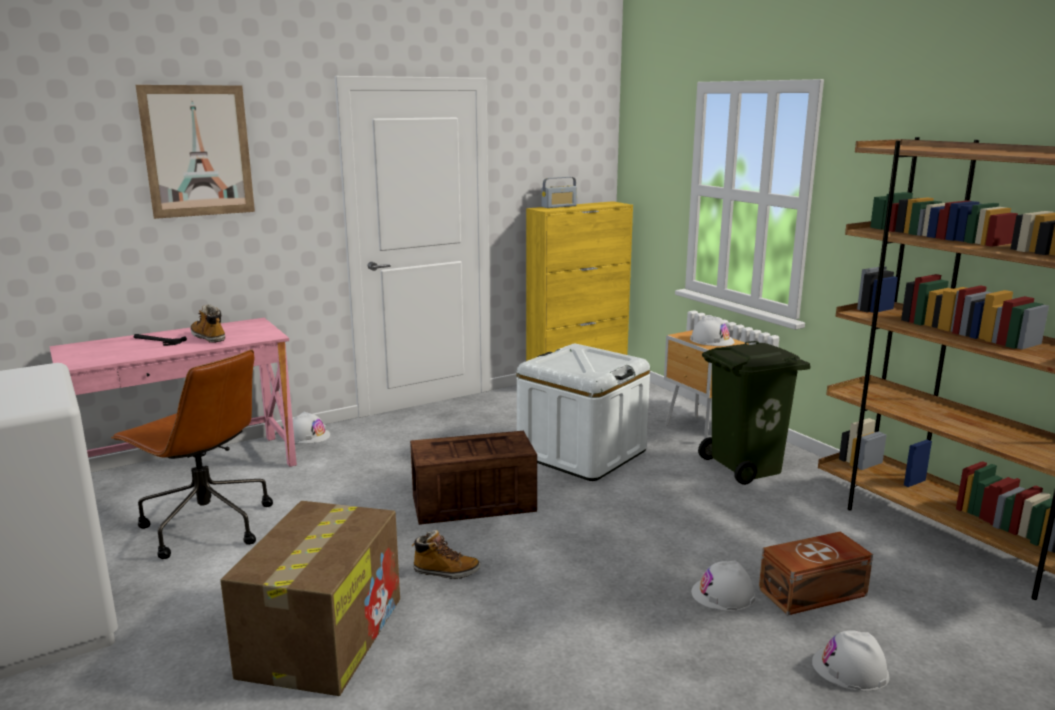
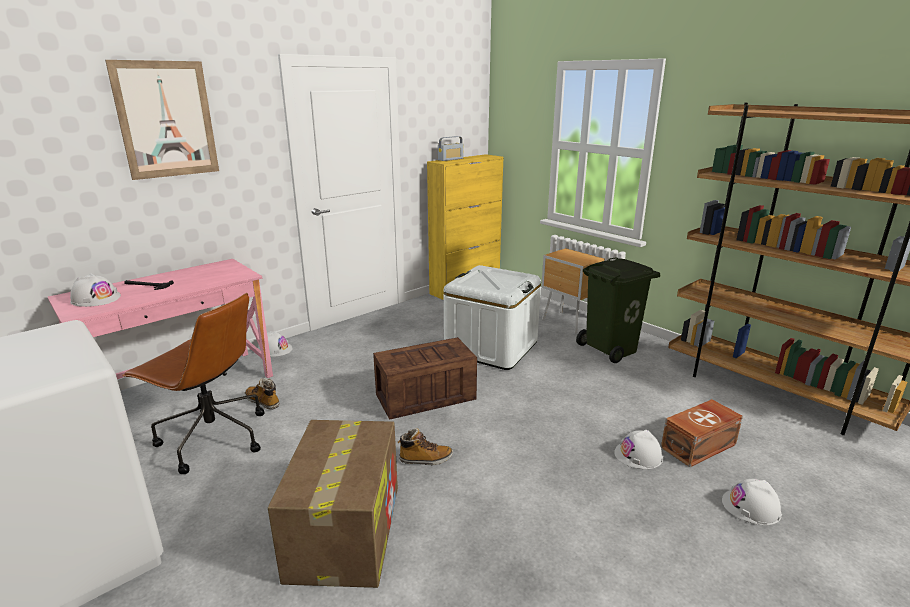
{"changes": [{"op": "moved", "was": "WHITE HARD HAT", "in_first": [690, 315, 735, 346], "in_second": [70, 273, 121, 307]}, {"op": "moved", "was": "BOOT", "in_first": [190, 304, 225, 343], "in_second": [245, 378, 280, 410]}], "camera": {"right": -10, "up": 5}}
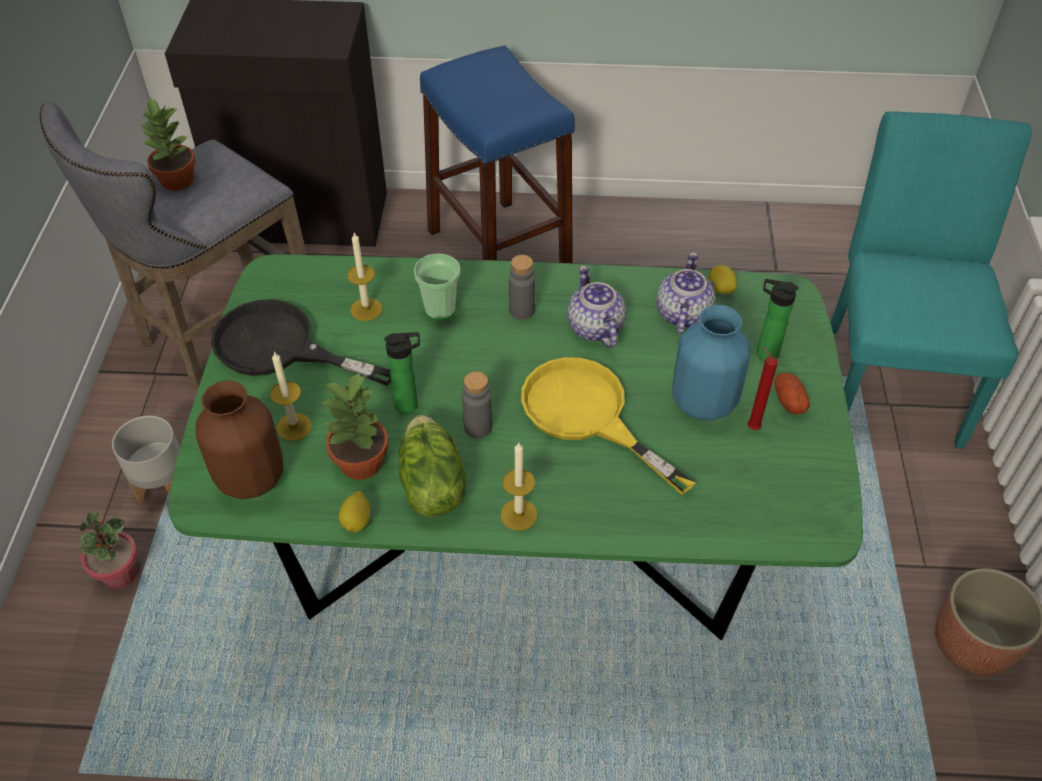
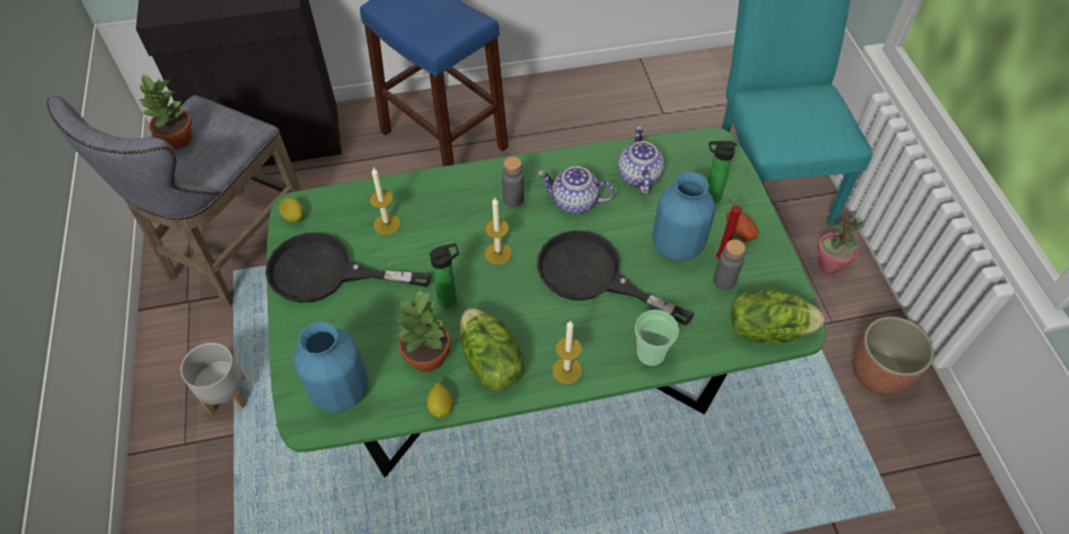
{"changes": [{"op": "moved", "was": "LEMON", "in_first": [708, 265, 737, 294], "in_second": [279, 198, 304, 222]}, {"op": "recoloured", "was": "BROWN VASE", "now": "BLUE VASE", "in_first": [196, 380, 283, 499], "in_second": [293, 321, 368, 412]}, {"op": "moved", "was": "CANDLE", "in_first": [270, 351, 312, 441], "in_second": [485, 198, 512, 265]}, {"op": "recoloured", "was": "YELLOW FRYING PAN", "now": "BLACK FRYING PAN", "in_first": [521, 357, 696, 495], "in_second": [537, 230, 694, 325]}, {"op": "turned", "was": "TEAPOT", "in_first": [567, 266, 626, 348], "in_second": [538, 166, 615, 214], "clockwise": -45}, {"op": "moved", "was": "CUP", "in_first": [414, 253, 461, 320], "in_second": [635, 310, 679, 367]}, {"op": "moved", "was": "GREY BOTTLE", "in_first": [462, 371, 492, 438], "in_second": [713, 239, 746, 291]}, {"op": "added", "now": "LETTUCE", "in_second": [731, 290, 824, 343]}, {"op": "moved", "was": "POTTED PLANT", "in_first": [78, 511, 138, 589], "in_second": [818, 215, 865, 274]}], "camera": {"right": -15, "up": 5}}
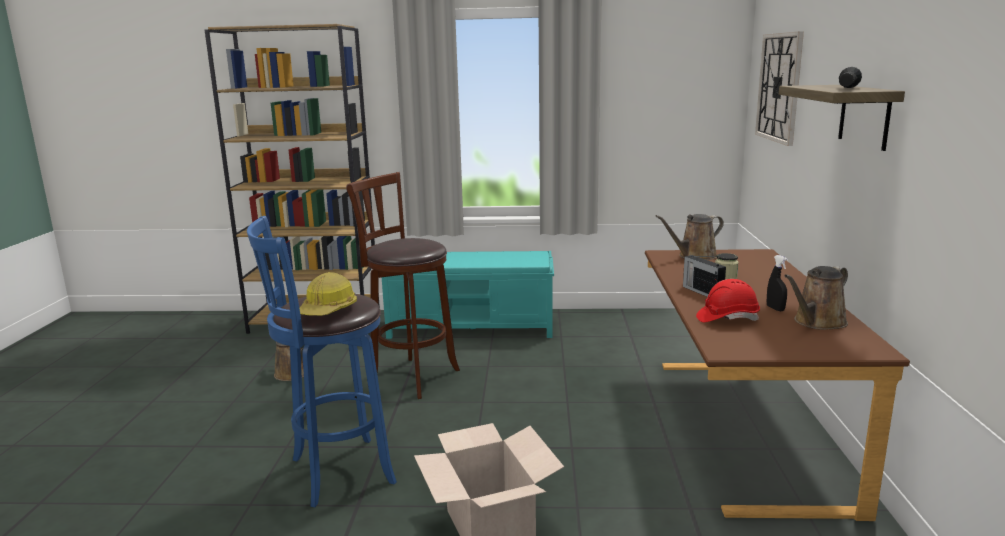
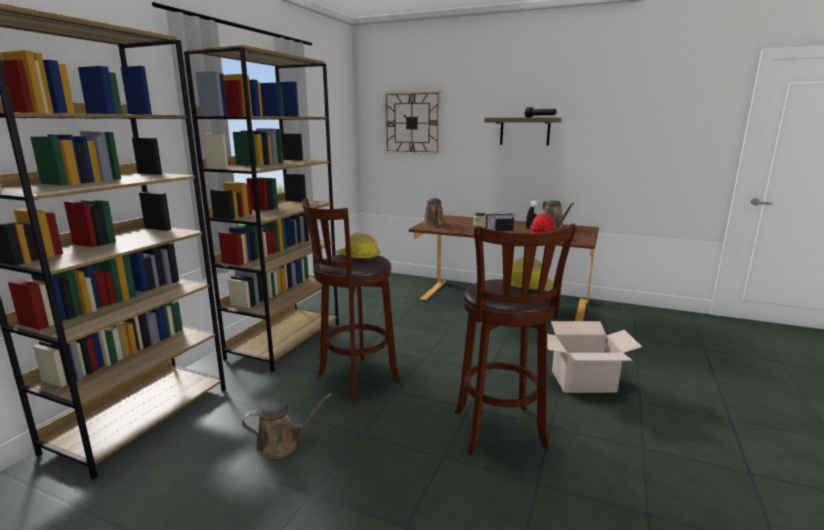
{"changes": [{"op": "replaced", "was": "TURQUOISE BENCH", "now": "BROWN BOOKCASE", "in_first": [382, 251, 554, 339], "in_second": [184, 45, 339, 372]}, {"op": "added", "now": "HARD HAT", "in_second": [336, 233, 380, 261]}, {"op": "recoloured", "was": "BLUE STOOL", "now": "BROWN STOOL", "in_first": [247, 216, 397, 507], "in_second": [455, 223, 577, 455]}], "camera": {"right": -70, "up": 0}}
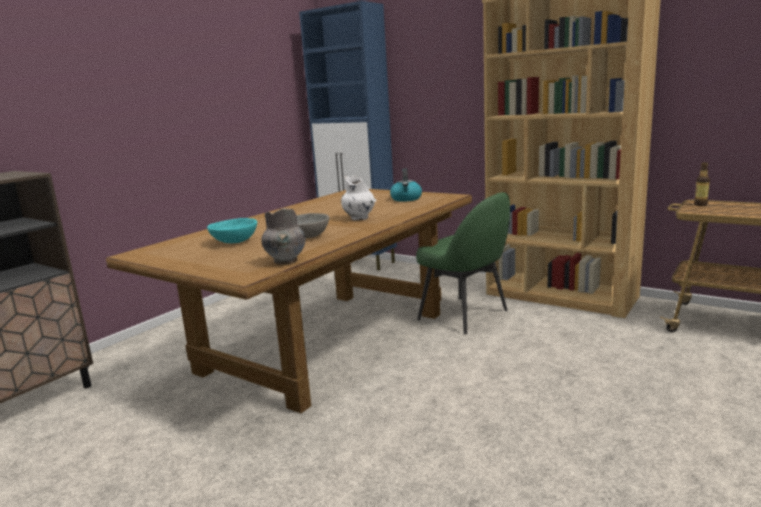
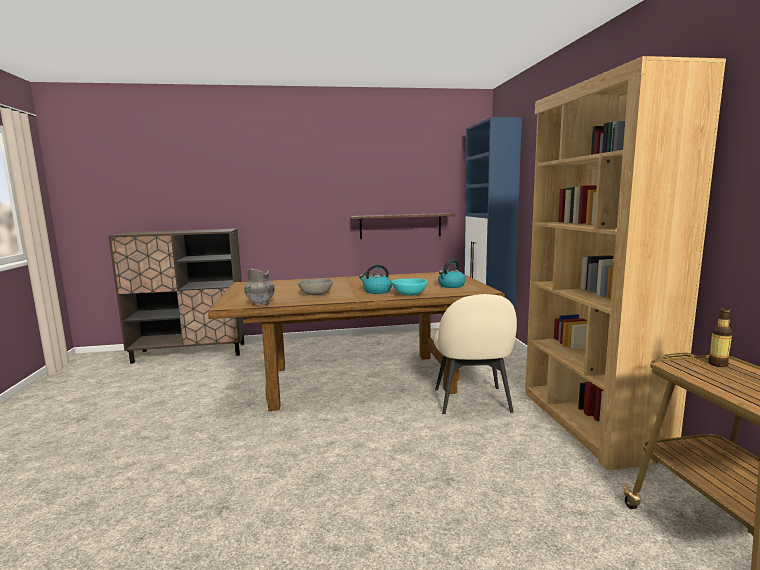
{"changes": [{"op": "added", "now": "SHELF", "in_second": [351, 213, 455, 239]}, {"op": "replaced", "was": "WHITE VASE", "now": "KETTLE", "in_first": [341, 175, 377, 220], "in_second": [359, 264, 392, 294]}, {"op": "moved", "was": "TURQUOISE BOWL", "in_first": [207, 218, 257, 243], "in_second": [392, 278, 428, 296]}, {"op": "recoloured", "was": "GREEN CHAIR", "now": "BEIGE CHAIR", "in_first": [416, 192, 510, 334], "in_second": [434, 294, 517, 414]}], "camera": {"right": 45, "up": -5}}
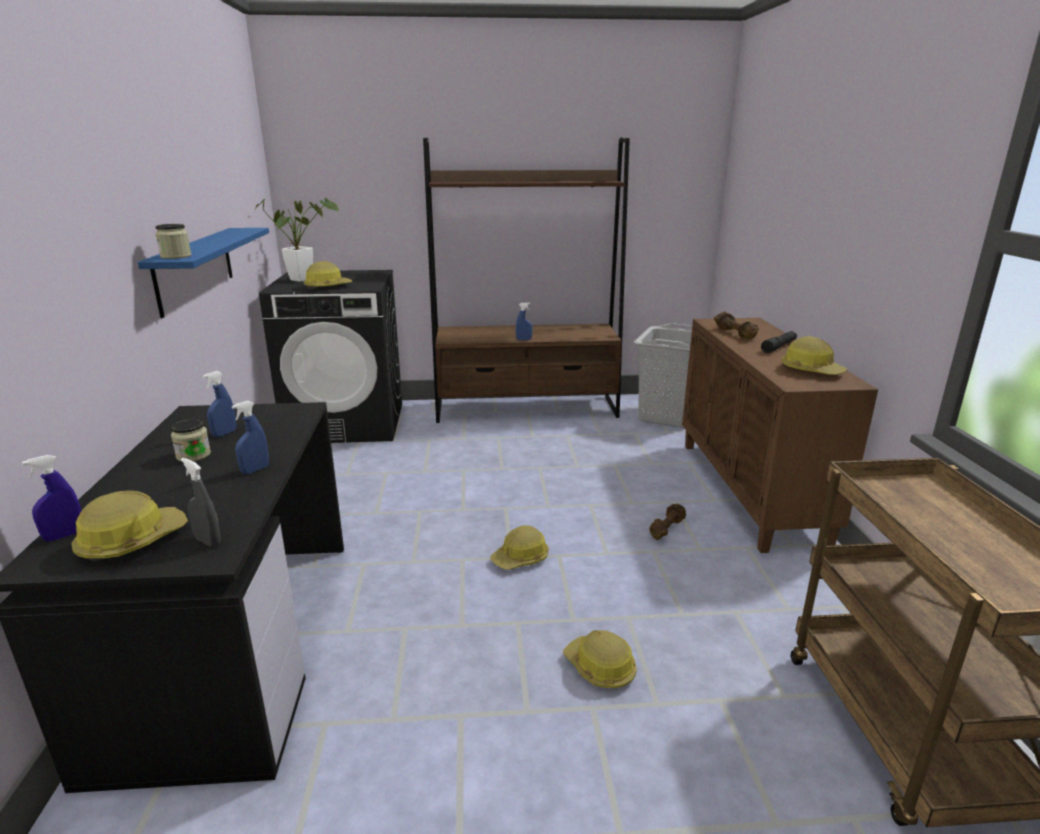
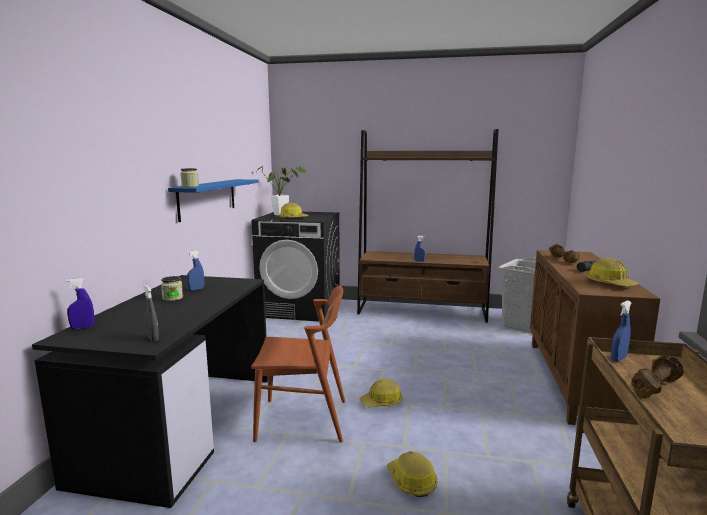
{"changes": [{"op": "added", "now": "BROWN CHAIR", "in_second": [251, 285, 345, 442]}, {"op": "moved", "was": "BLUE SPRAY BOTTLE", "in_first": [231, 401, 269, 474], "in_second": [611, 300, 631, 362]}, {"op": "moved", "was": "BROWN DUMBBELL", "in_first": [649, 504, 686, 540], "in_second": [631, 356, 684, 398]}, {"op": "removed", "was": "HARD HAT", "in_first": [72, 491, 188, 562]}], "camera": {"right": 15, "up": -10}}
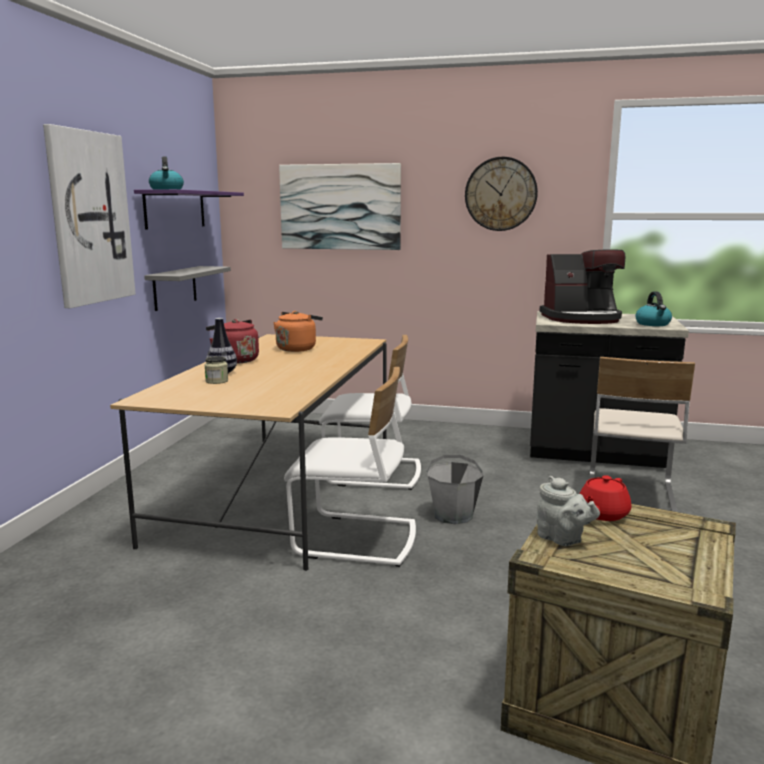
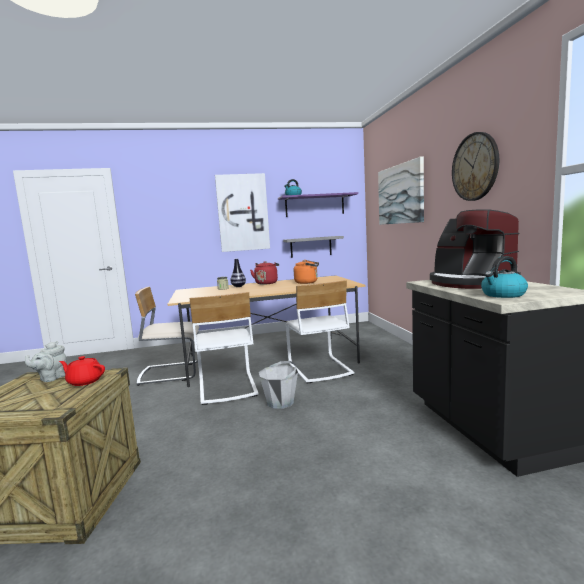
{"changes": [{"op": "moved", "was": "BEIGE CHAIR", "in_first": [590, 357, 695, 512], "in_second": [135, 287, 199, 386]}], "camera": {"right": 65, "up": -5}}
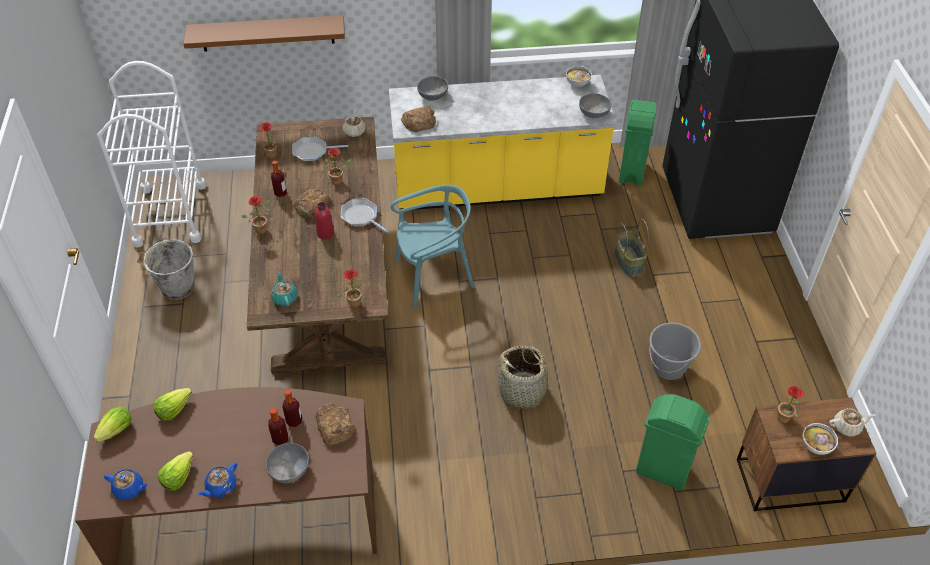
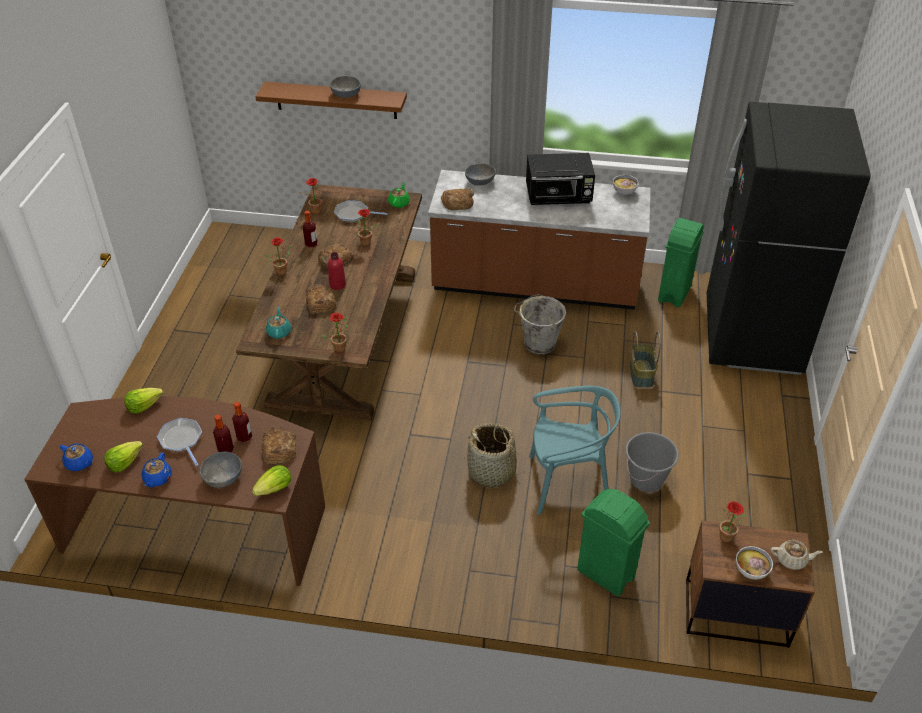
{"changes": [{"op": "turned", "was": "BLUE TEAPOT", "in_first": [198, 462, 237, 497], "in_second": [141, 452, 172, 488], "clockwise": -45}, {"op": "moved", "was": "FRYING PAN", "in_first": [341, 199, 389, 233], "in_second": [157, 418, 202, 466]}, {"op": "moved", "was": "LETTUCE", "in_first": [94, 407, 132, 443], "in_second": [252, 465, 291, 496]}, {"op": "added", "now": "BREAD", "in_second": [306, 284, 336, 315]}, {"op": "moved", "was": "GREY BOWL", "in_first": [579, 93, 612, 118], "in_second": [330, 76, 361, 98]}, {"op": "recoloured", "was": "BEIGE TEAPOT", "now": "GREEN TEAPOT", "in_first": [343, 109, 365, 137], "in_second": [388, 182, 410, 208]}, {"op": "recoloured", "was": "YELLOW COUNTER", "now": "BROWN COUNTER", "in_first": [389, 75, 617, 210], "in_second": [428, 170, 651, 310]}, {"op": "moved", "was": "GREY BUCKET", "in_first": [137, 238, 195, 300], "in_second": [514, 294, 566, 354]}, {"op": "added", "now": "BLACK MICROWAVE", "in_second": [526, 153, 595, 205]}, {"op": "moved", "was": "TURQUOISE CHAIR", "in_first": [391, 185, 474, 308], "in_second": [529, 386, 620, 515]}, {"op": "removed", "was": "WHITE CART", "in_first": [97, 61, 206, 248]}], "camera": {"right": 15, "up": -5}}
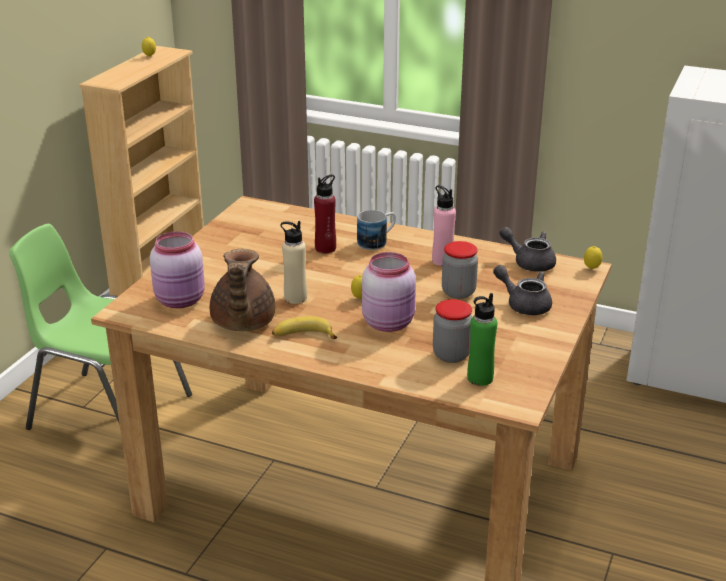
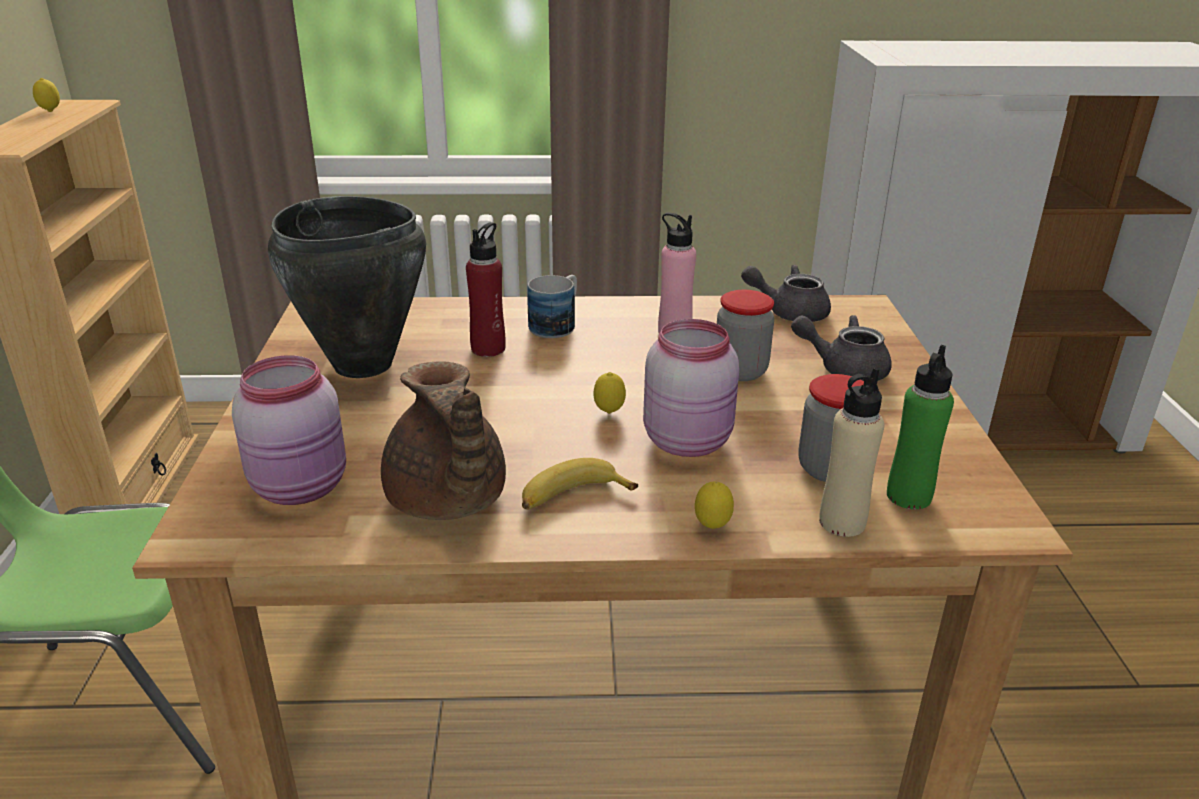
{"changes": [{"op": "added", "now": "BLACK COOKING POT", "in_second": [268, 196, 426, 378]}, {"op": "moved", "was": "LEMON", "in_first": [584, 246, 602, 269], "in_second": [695, 481, 734, 529]}, {"op": "moved", "was": "BEIGE BOTTLE", "in_first": [280, 221, 307, 304], "in_second": [819, 368, 884, 537]}], "camera": {"right": -25, "up": 0}}
